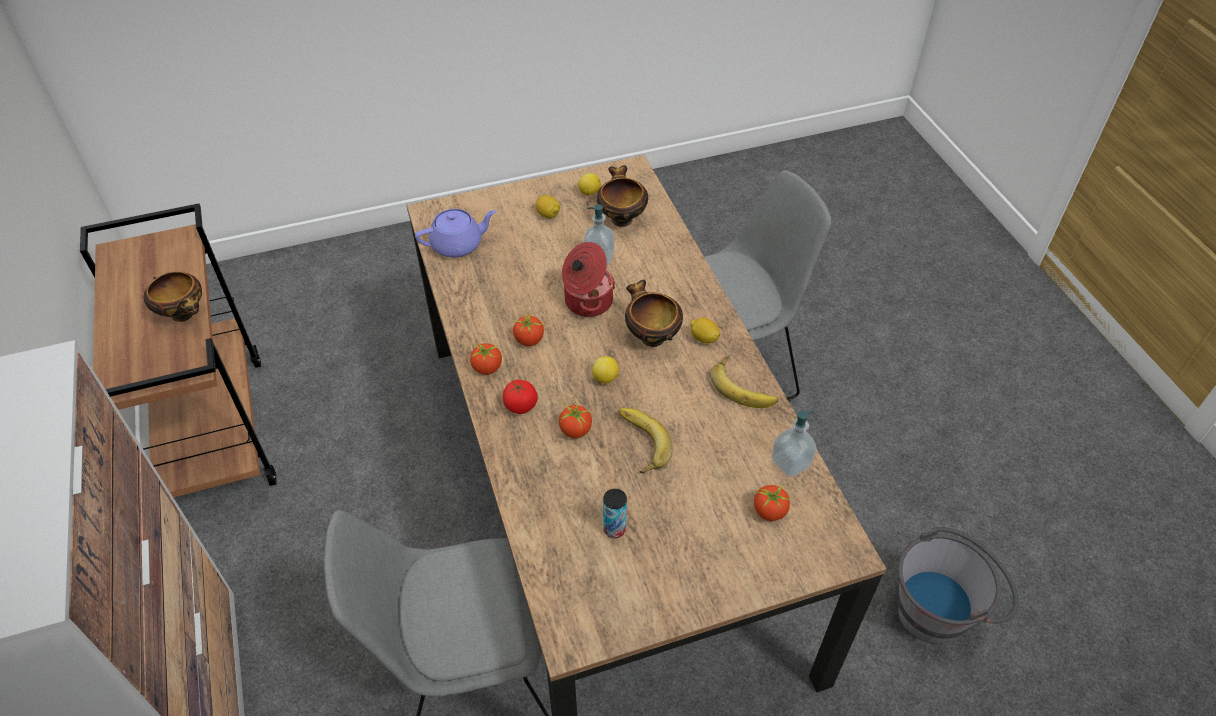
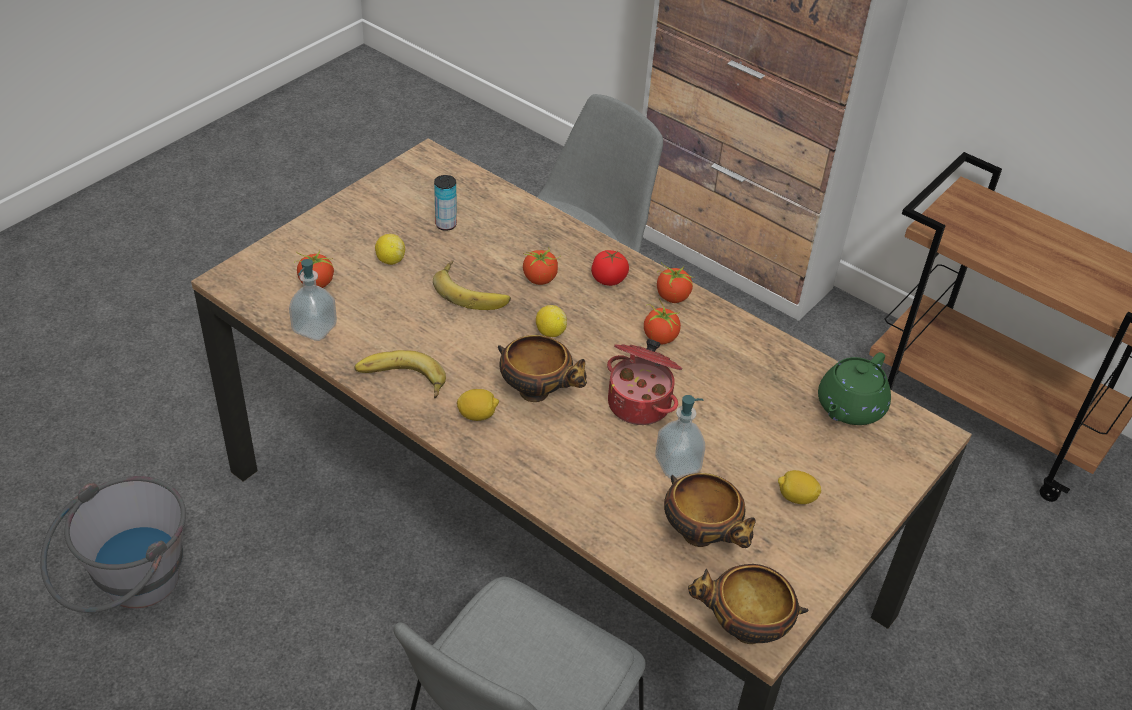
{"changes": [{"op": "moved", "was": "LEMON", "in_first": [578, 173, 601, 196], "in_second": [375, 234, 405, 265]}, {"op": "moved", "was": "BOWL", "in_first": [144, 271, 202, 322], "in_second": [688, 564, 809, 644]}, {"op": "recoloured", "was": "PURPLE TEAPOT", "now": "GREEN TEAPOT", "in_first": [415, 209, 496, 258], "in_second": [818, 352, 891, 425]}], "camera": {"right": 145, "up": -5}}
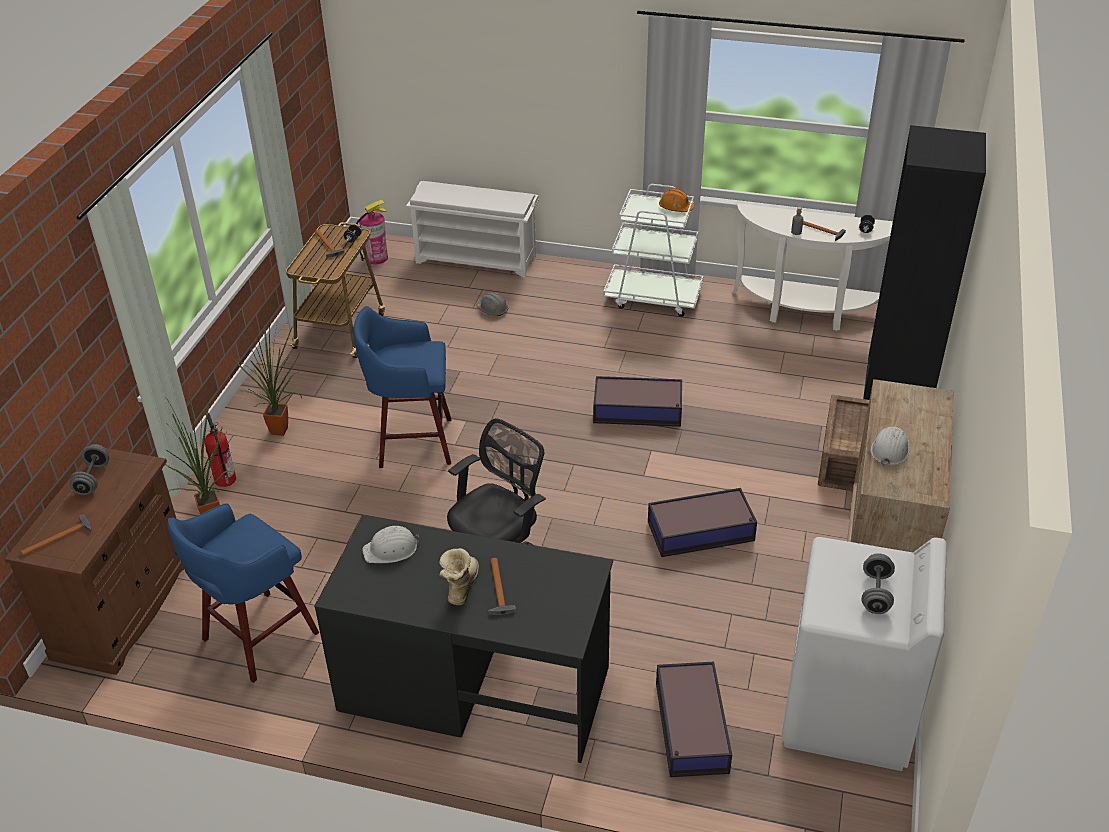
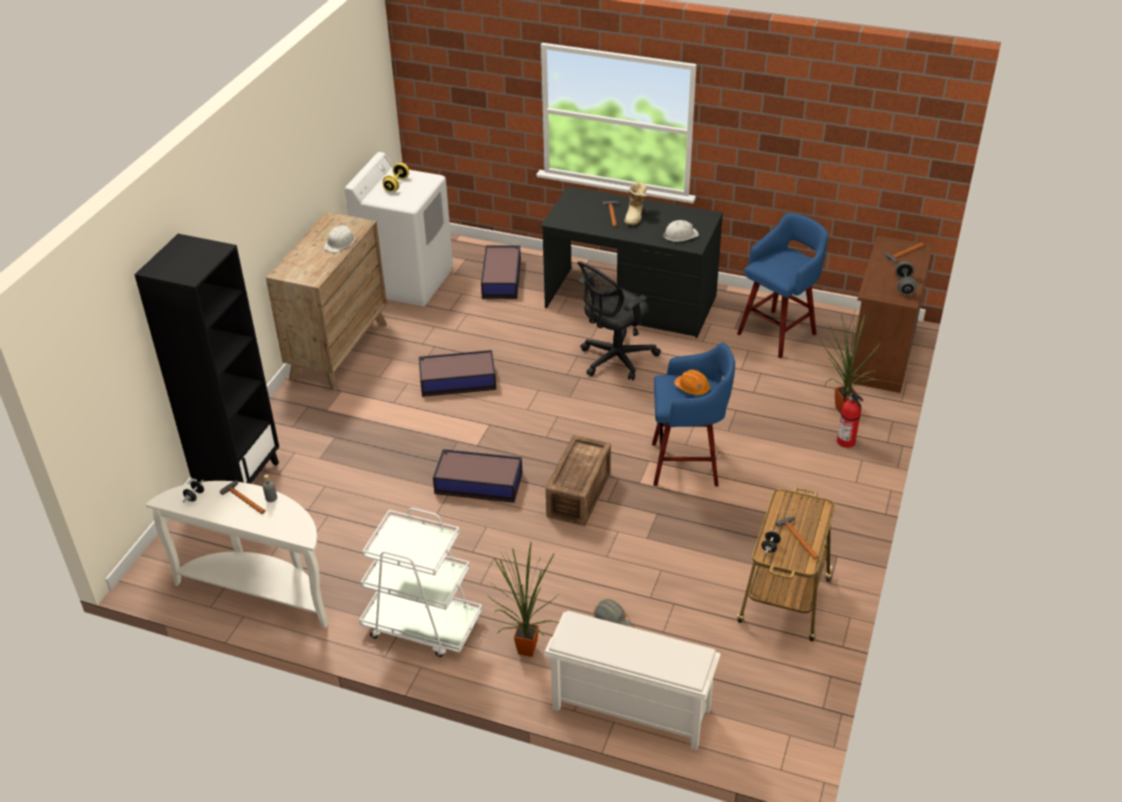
{"changes": [{"op": "recoloured", "was": "GREY DUMBBELL", "now": "YELLOW DUMBBELL", "in_first": [862, 553, 895, 614], "in_second": [382, 163, 409, 192]}, {"op": "moved", "was": "POTTED PLANT", "in_first": [230, 306, 302, 436], "in_second": [487, 543, 560, 657]}, {"op": "moved", "was": "CRATE", "in_first": [818, 395, 869, 491], "in_second": [546, 435, 611, 526]}, {"op": "moved", "was": "ORANGE HARD HAT", "in_first": [659, 188, 694, 212], "in_second": [674, 370, 710, 395]}, {"op": "removed", "was": "FIRE EXTINGUISHER", "in_first": [356, 200, 388, 264]}], "camera": {"right": -175, "up": 0}}
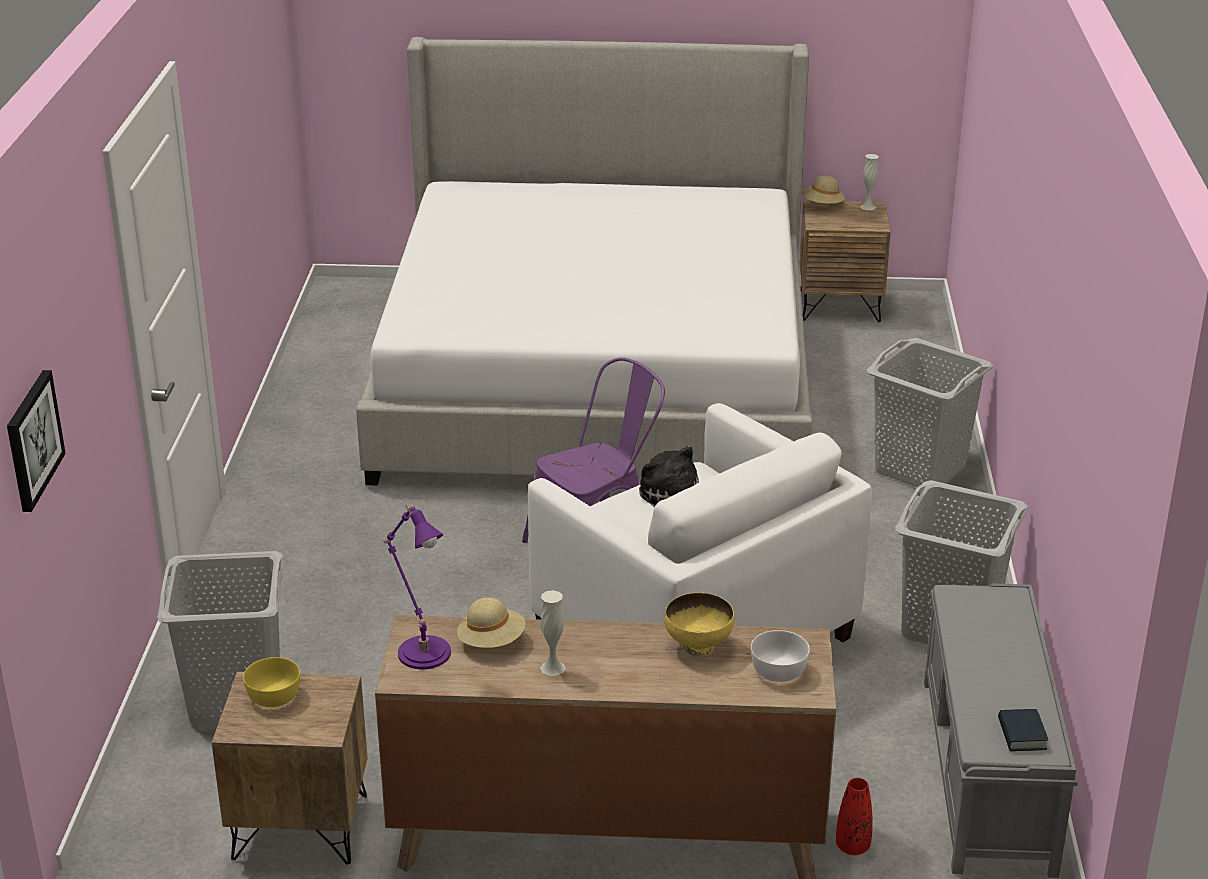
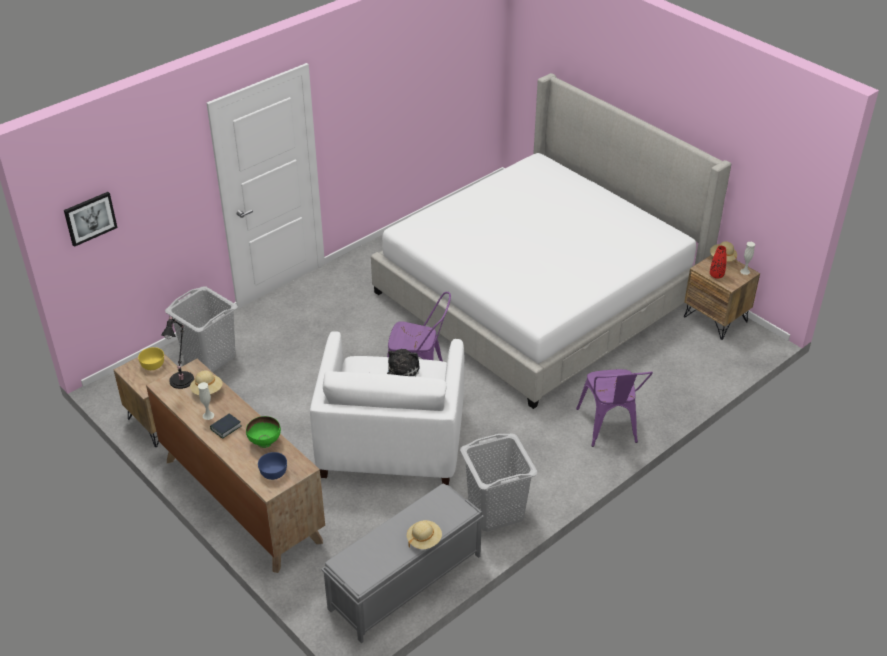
{"changes": [{"op": "recoloured", "was": "PURPLE TABLE LAMP", "now": "BLACK TABLE LAMP", "in_first": [381, 504, 451, 669], "in_second": [161, 316, 194, 389]}, {"op": "moved", "was": "BOOK", "in_first": [998, 709, 1048, 751], "in_second": [210, 413, 241, 439]}, {"op": "recoloured", "was": "YELLOW BOWL", "now": "GREEN BOWL", "in_first": [664, 593, 735, 656], "in_second": [246, 416, 281, 448]}, {"op": "recoloured", "was": "WHITE BOWL", "now": "BLUE BOWL", "in_first": [751, 630, 810, 682], "in_second": [258, 452, 287, 480]}, {"op": "added", "now": "BEIGE HAT", "in_second": [407, 520, 442, 549]}, {"op": "replaced", "was": "GREY LAUNDRY BASKET", "now": "PURPLE CHAIR", "in_first": [867, 338, 993, 487], "in_second": [576, 369, 653, 447]}, {"op": "moved", "was": "RED VASE", "in_first": [836, 778, 873, 855], "in_second": [710, 246, 727, 279]}], "camera": {"right": 45, "up": 10}}
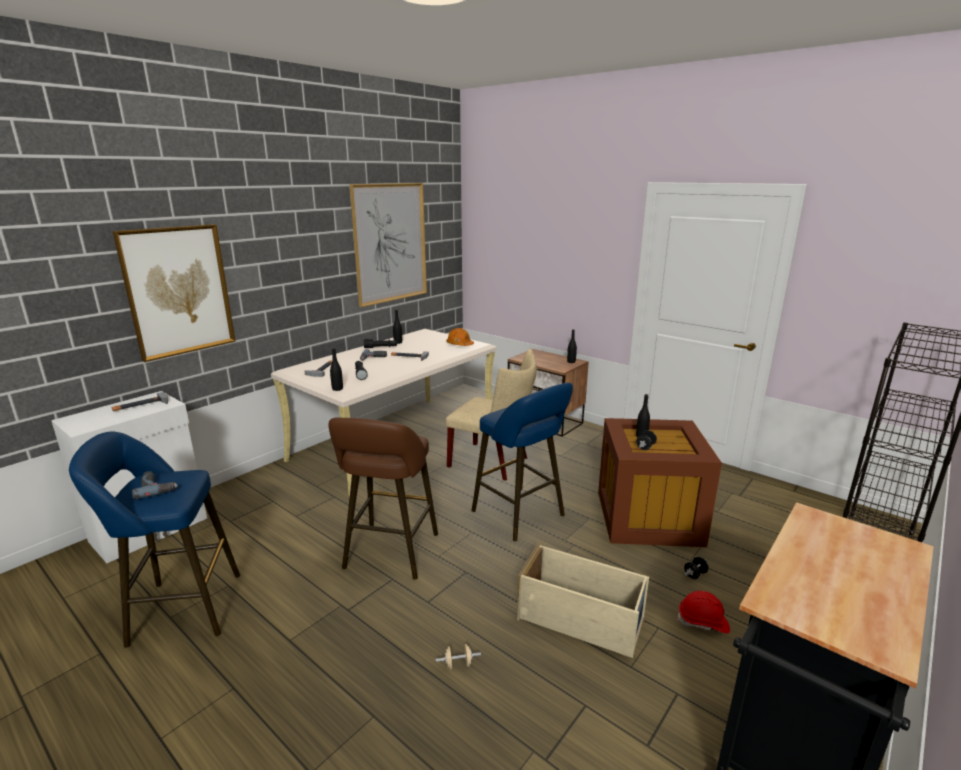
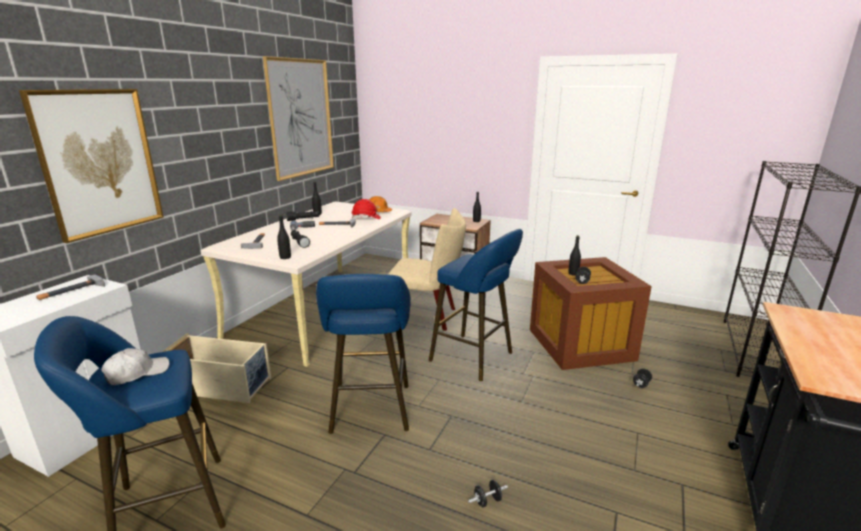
{"changes": [{"op": "replaced", "was": "POWER DRILL", "now": "WHITE CAP", "in_first": [132, 471, 177, 500], "in_second": [101, 348, 169, 385]}, {"op": "moved", "was": "BEIGE STORAGE BOX", "in_first": [517, 542, 649, 658], "in_second": [162, 333, 271, 403]}, {"op": "recoloured", "was": "BROWN STOOL", "now": "BLUE STOOL", "in_first": [328, 417, 438, 580], "in_second": [316, 274, 411, 434]}, {"op": "moved", "was": "RED HARD HAT", "in_first": [677, 591, 730, 634], "in_second": [351, 199, 381, 219]}, {"op": "recoloured", "was": "BEIGE DUMBBELL", "now": "BLACK DUMBBELL", "in_first": [436, 644, 481, 670], "in_second": [468, 480, 508, 508]}], "camera": {"right": -15, "up": 0}}
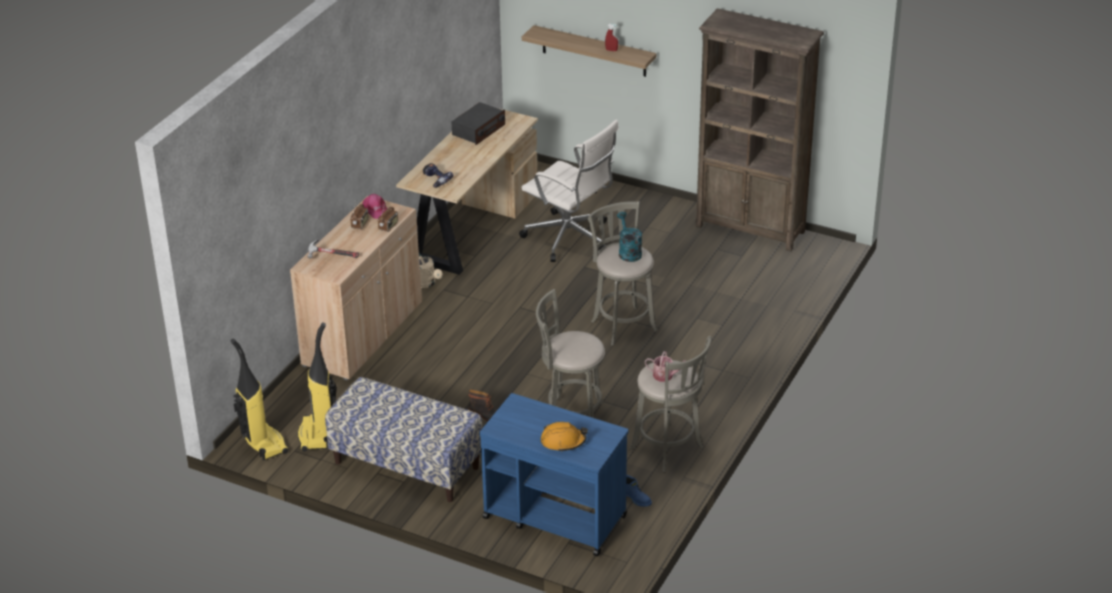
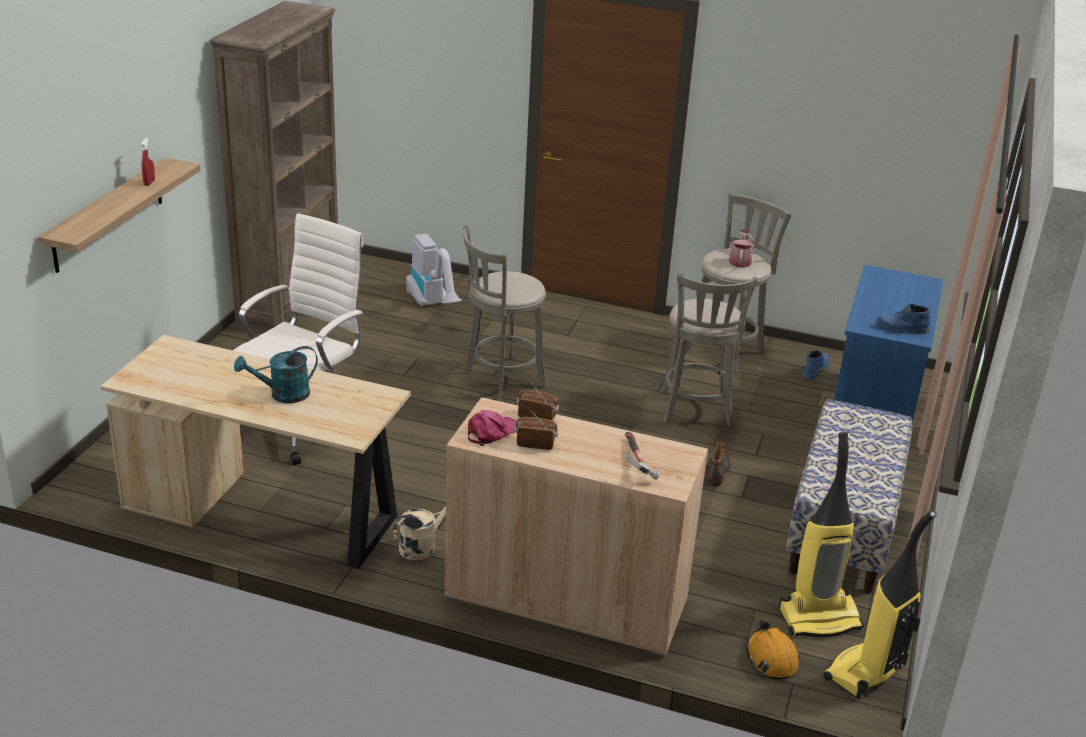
{"changes": [{"op": "moved", "was": "TURQUOISE WATERING CAN", "in_first": [617, 212, 642, 262], "in_second": [234, 346, 318, 403]}, {"op": "added", "now": "VACUUM CLEANER", "in_second": [406, 234, 462, 306]}, {"op": "moved", "was": "ORANGE HARD HAT", "in_first": [541, 422, 588, 452], "in_second": [747, 619, 799, 680]}, {"op": "added", "now": "BLUE BOOT", "in_second": [876, 304, 930, 334]}, {"op": "removed", "was": "POWER DRILL", "in_first": [423, 163, 453, 188]}, {"op": "removed", "was": "RADIO", "in_first": [451, 102, 505, 145]}], "camera": {"right": -100, "up": -5}}
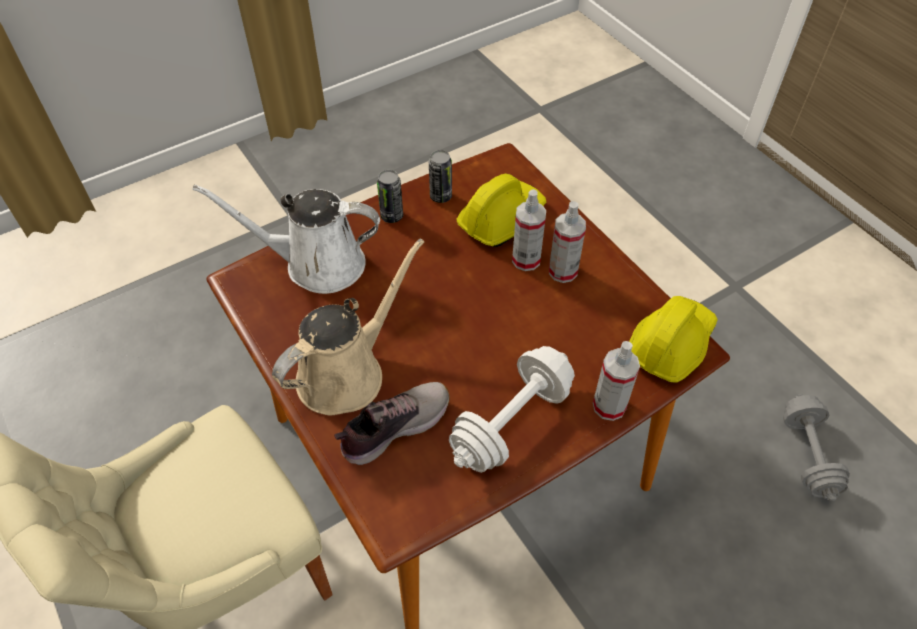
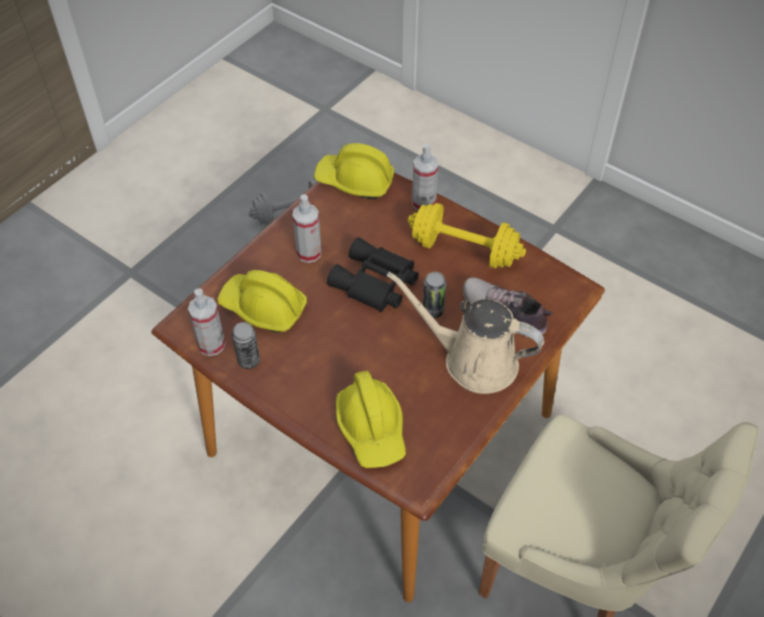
{"changes": [{"op": "moved", "was": "SPRAY BOTTLE", "in_first": [512, 189, 546, 271], "in_second": [188, 288, 225, 356]}, {"op": "added", "now": "BLACK BINOCULARS", "in_second": [327, 237, 419, 312]}, {"op": "replaced", "was": "WHITE WATERING CAN", "now": "YELLOW HARD HAT", "in_first": [192, 184, 380, 294], "in_second": [336, 371, 406, 468]}, {"op": "recoloured", "was": "WHITE DUMBBELL", "now": "YELLOW DUMBBELL", "in_first": [449, 346, 575, 473], "in_second": [408, 203, 526, 269]}, {"op": "moved", "was": "CAN", "in_first": [377, 170, 403, 223], "in_second": [423, 272, 446, 318]}], "camera": {"right": -110, "up": 0}}
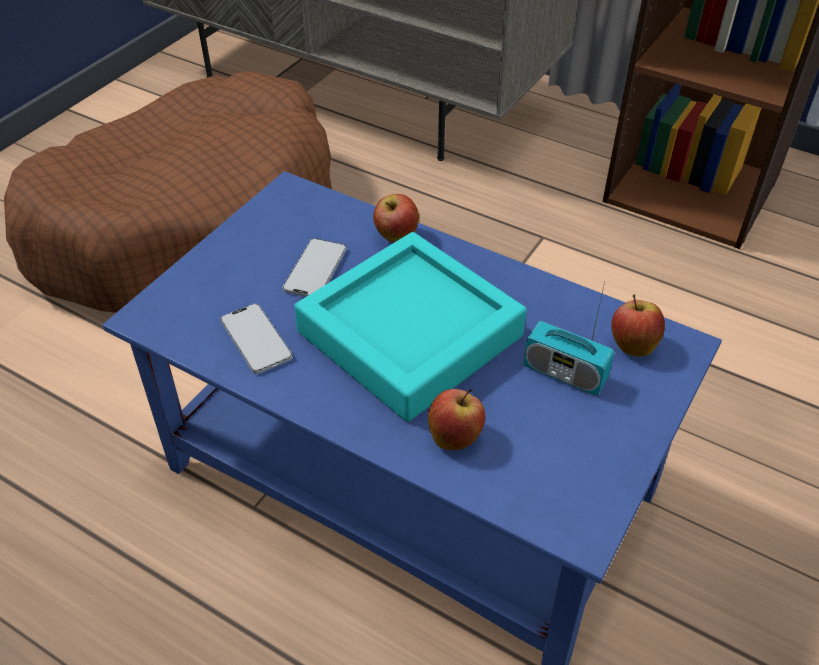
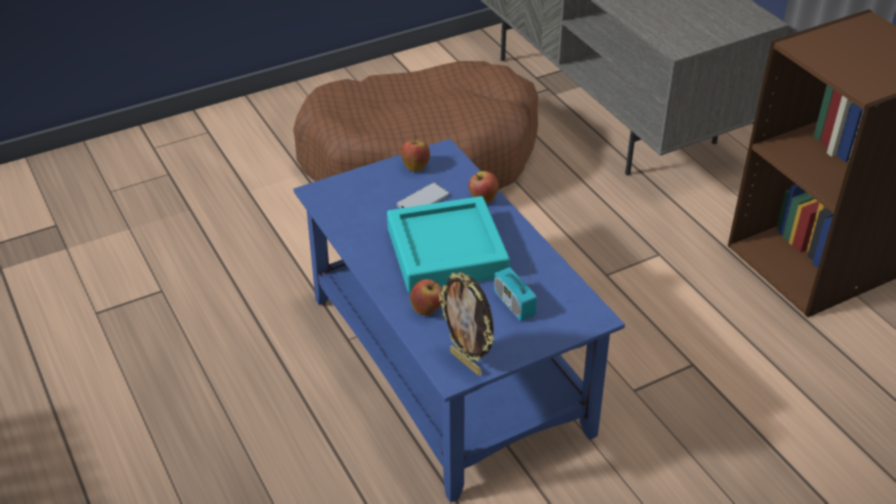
{"changes": [{"op": "moved", "was": "APPLE", "in_first": [611, 294, 665, 357], "in_second": [401, 135, 430, 172]}, {"op": "added", "now": "PICTURE FRAME", "in_second": [438, 272, 494, 376]}, {"op": "removed", "was": "PHONE", "in_first": [221, 304, 293, 374]}], "camera": {"right": 30, "up": -5}}
